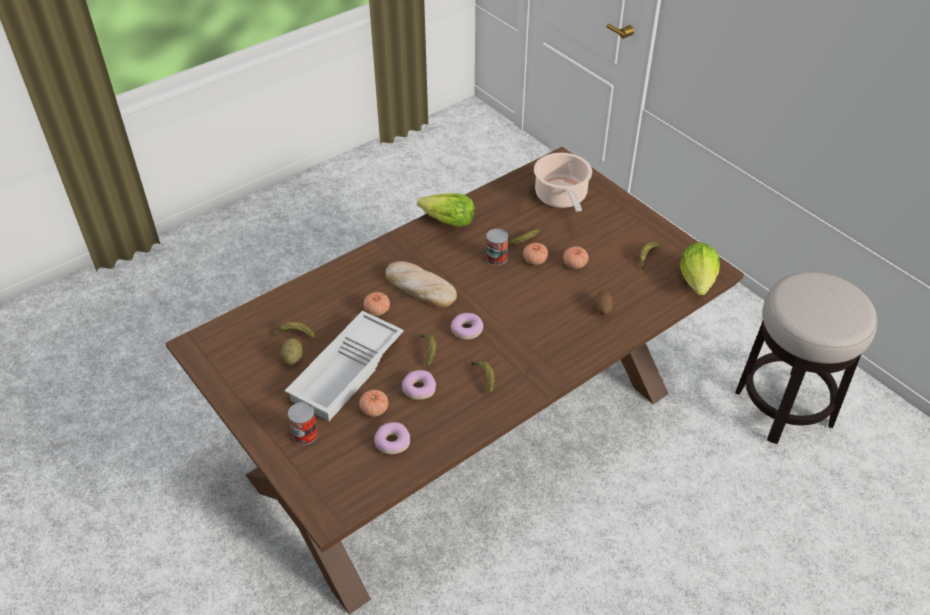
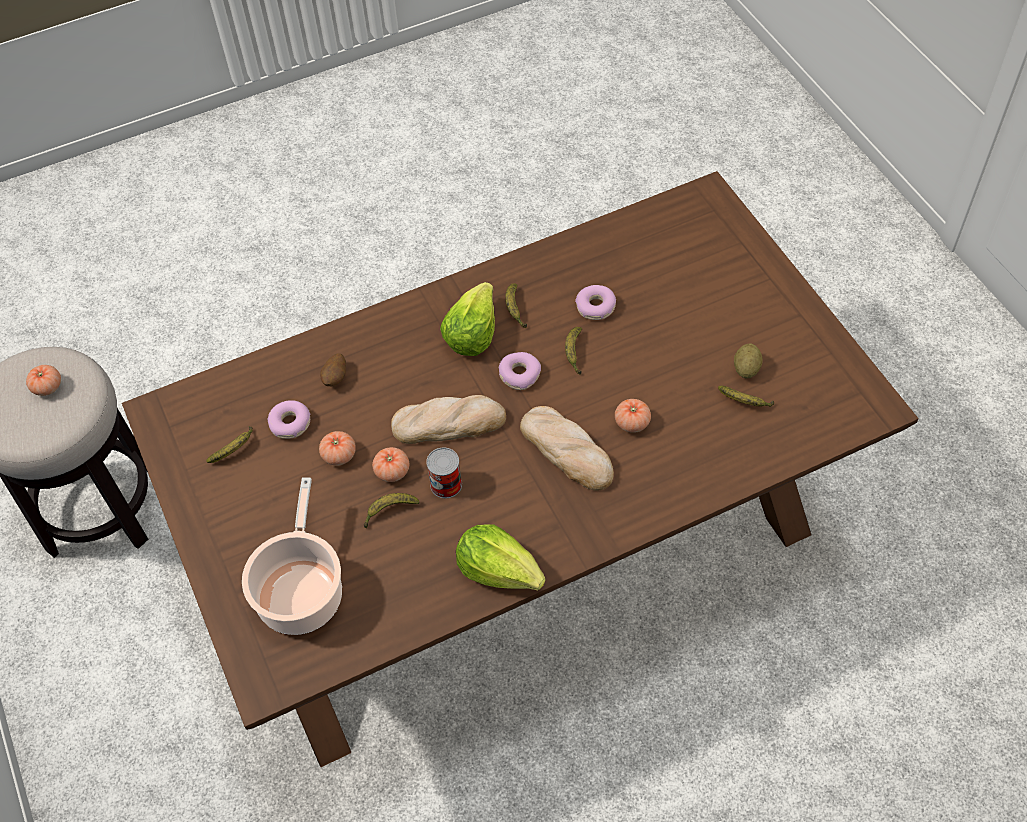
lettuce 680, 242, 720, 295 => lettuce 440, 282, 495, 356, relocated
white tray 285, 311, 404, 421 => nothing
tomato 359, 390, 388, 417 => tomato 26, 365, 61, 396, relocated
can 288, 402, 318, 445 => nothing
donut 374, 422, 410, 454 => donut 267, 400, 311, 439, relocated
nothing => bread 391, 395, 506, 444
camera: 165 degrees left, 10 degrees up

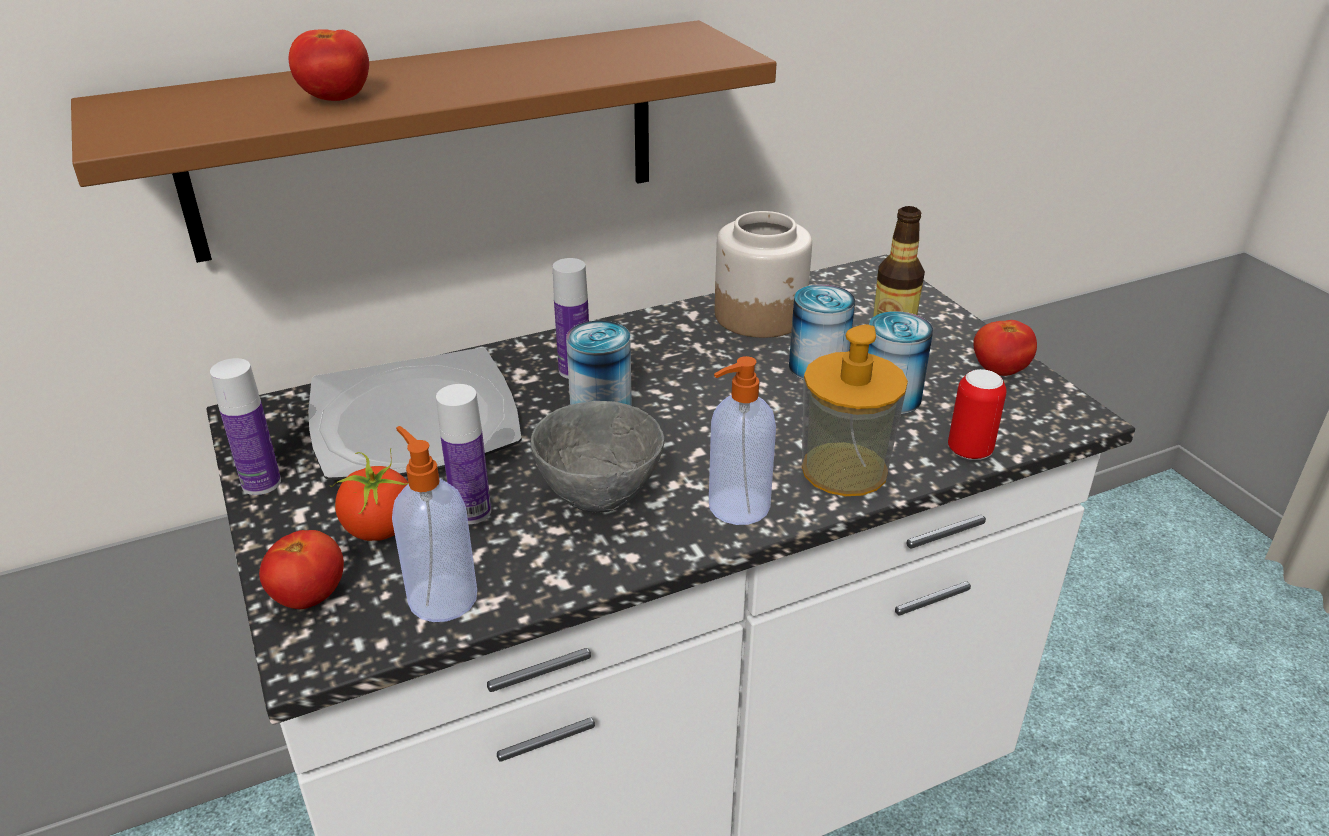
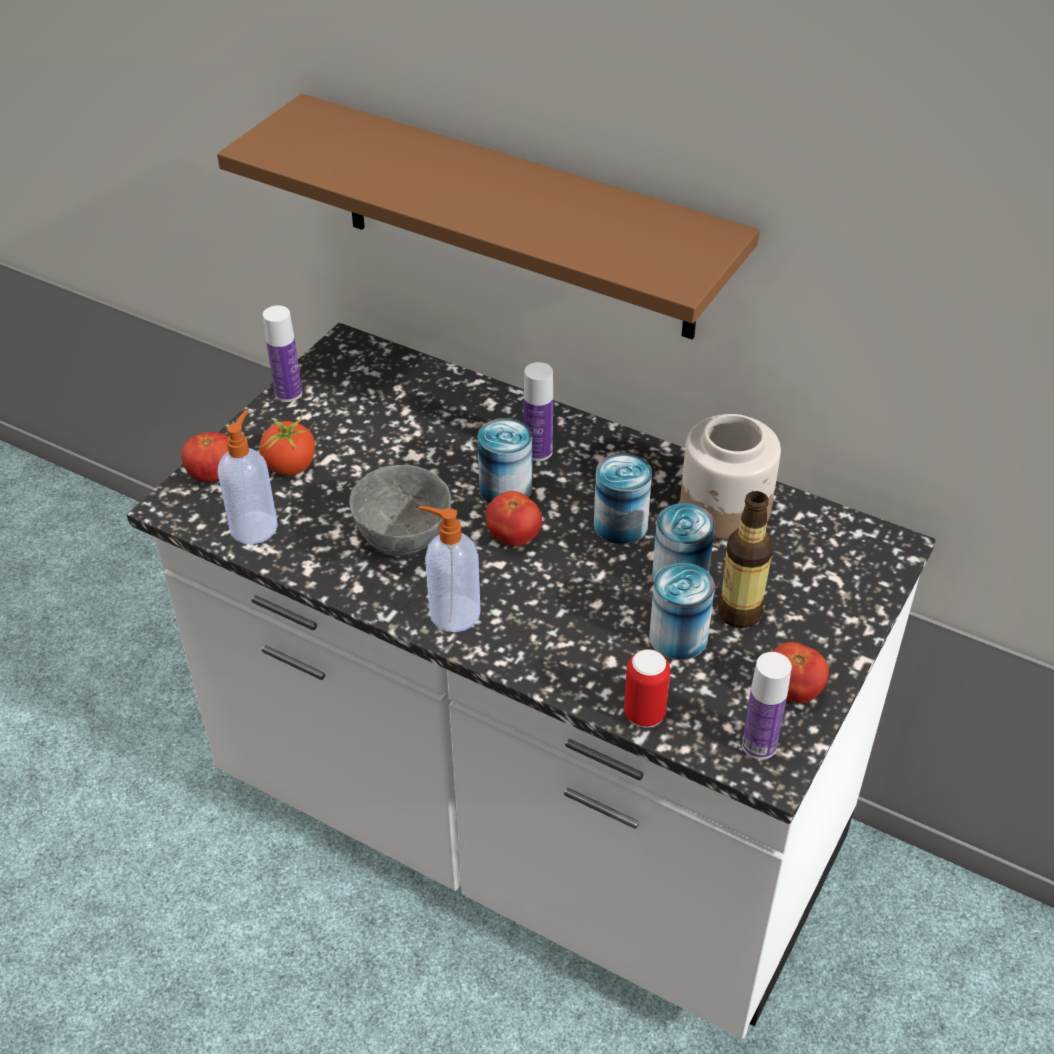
tomato 289, 29, 369, 101 => tomato 486, 491, 542, 546, relocated
soap dispenser 802, 324, 908, 496 => nothing
plate 308, 347, 522, 480 => nothing
bottle 436, 384, 491, 524 => bottle 742, 652, 792, 760, relocated
nothing => can 594, 453, 652, 545
camera: 55 degrees right, 10 degrees up

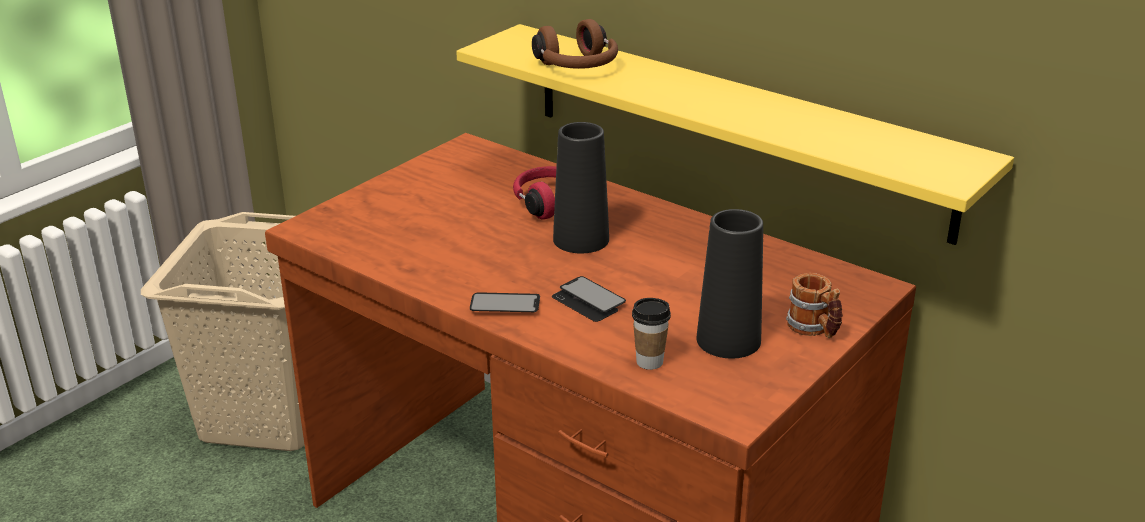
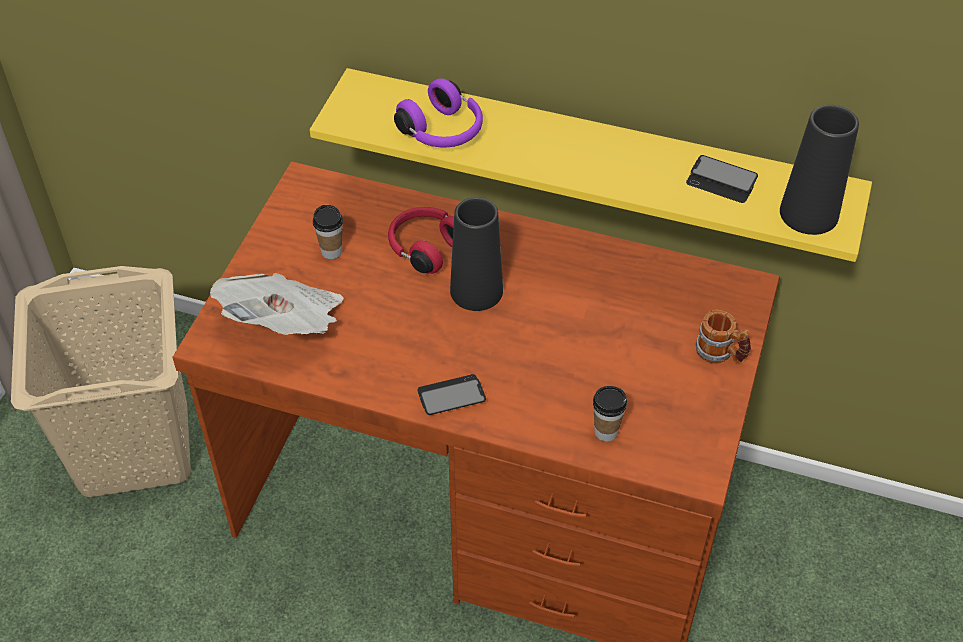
brown headphones 532, 19, 618, 69 => purple headphones 394, 78, 483, 148
black vase 696, 209, 763, 359 => black vase 780, 105, 859, 235, relocated
phone 552, 276, 626, 322 => phone 686, 155, 758, 203, relocated
nothing => cup 313, 205, 343, 259
nothing => newspaper 210, 273, 343, 335
camera: 20 degrees left, 20 degrees up

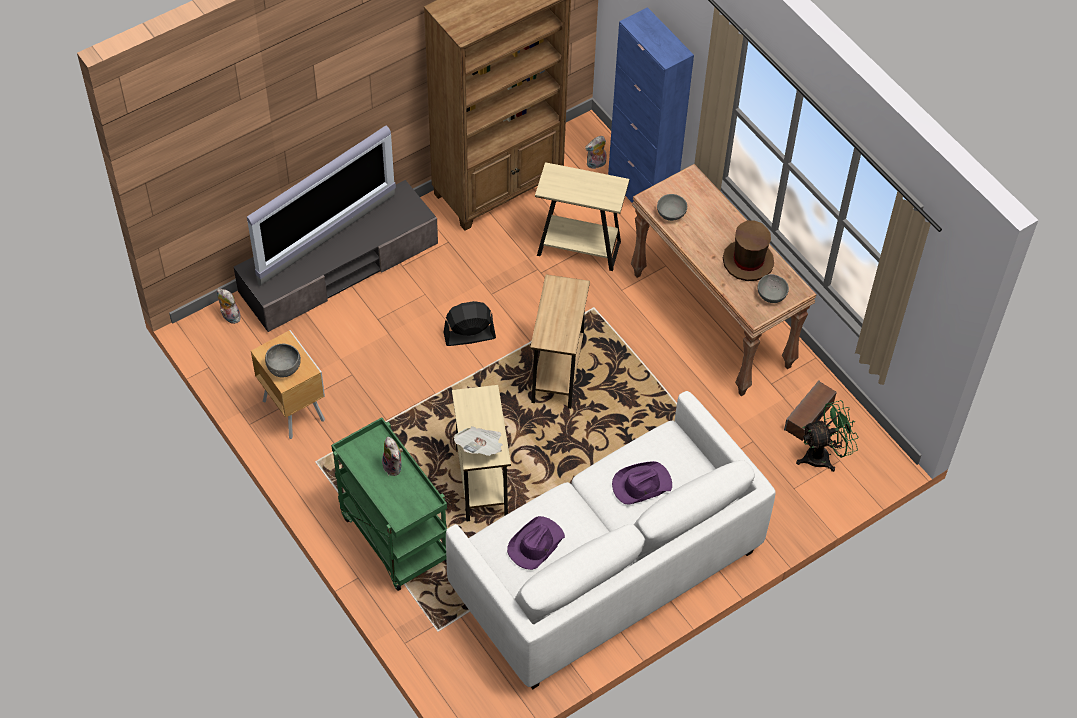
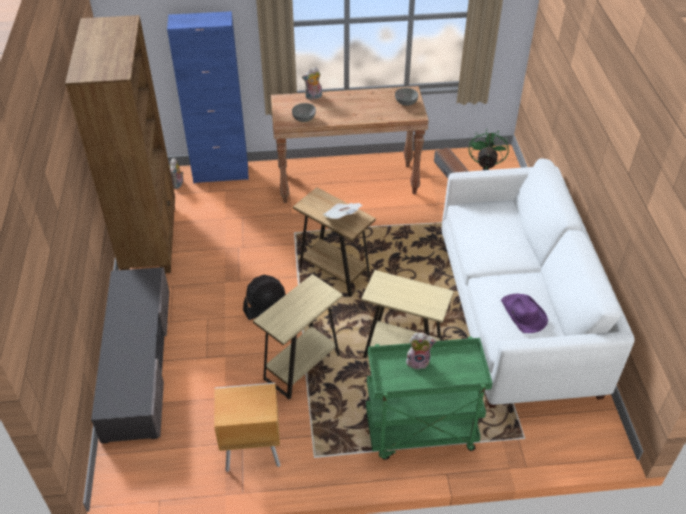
television 247, 125, 396, 286 => nothing
beige side table 535, 162, 630, 271 => beige side table 253, 274, 343, 399, relocated
brown hat 723, 220, 774, 281 => nothing
plush toy 217, 288, 241, 324 => plush toy 302, 67, 322, 100, relocated
black fan 443, 301, 496, 346 => black fan 243, 275, 286, 320, 135 degrees counterclockwise
grey bowl 265, 344, 301, 378 => nothing
newspaper 454, 426, 503, 456 => newspaper 322, 203, 363, 219, relocated
purple hat 612, 461, 672, 505 => nothing
camera: 60 degrees left, 10 degrees down

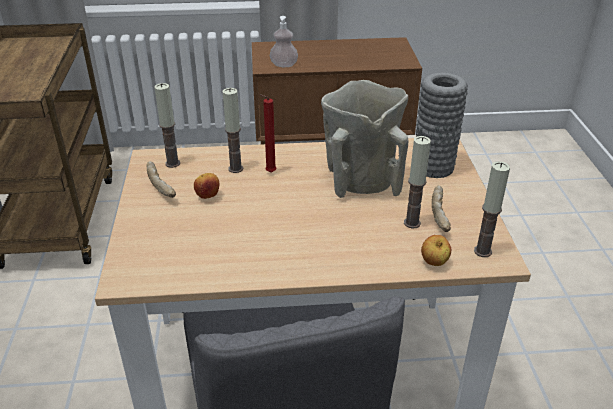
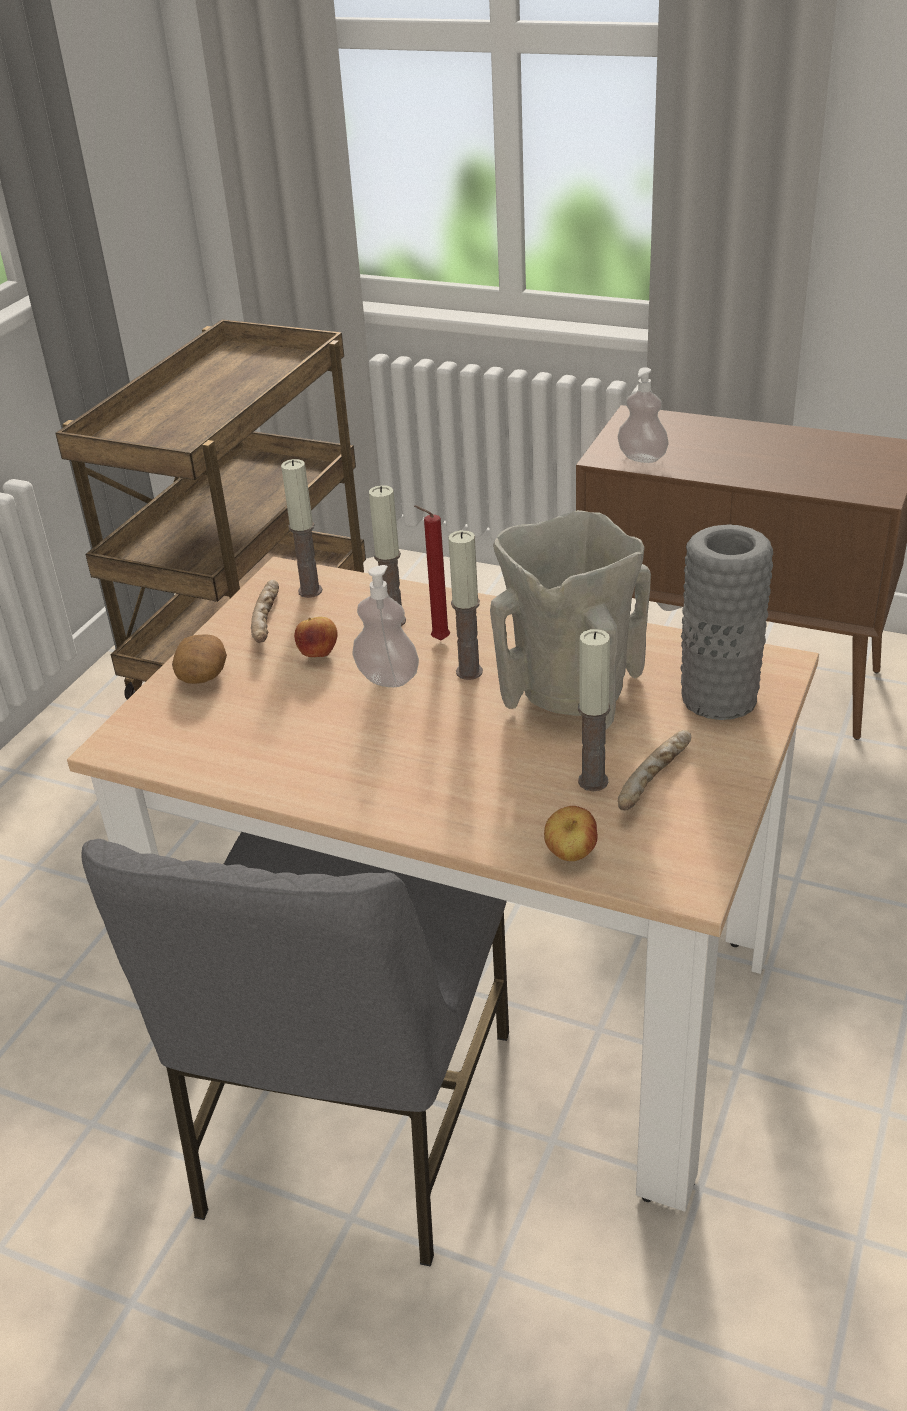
candle 474, 161, 510, 257 => candle 448, 530, 483, 680, relocated
nothing => soap dispenser 353, 565, 419, 687
nothing => potato 172, 634, 227, 684
camera: 30 degrees right, 0 degrees up

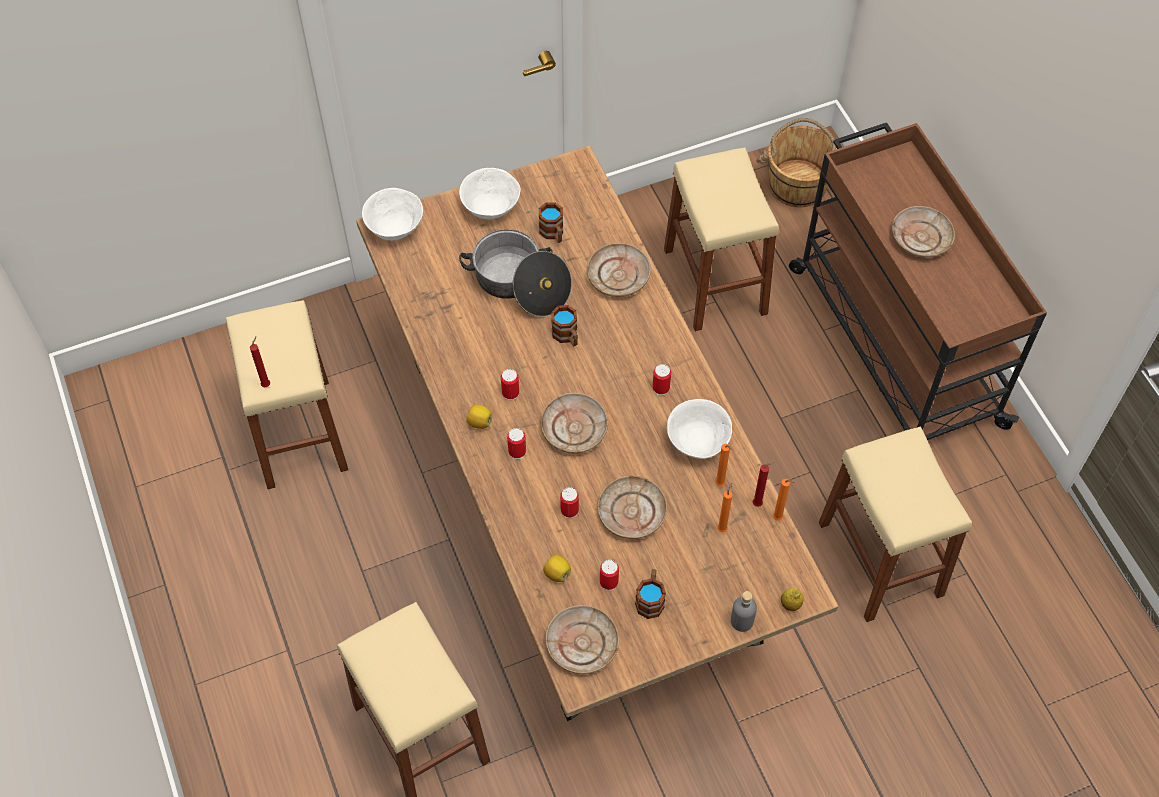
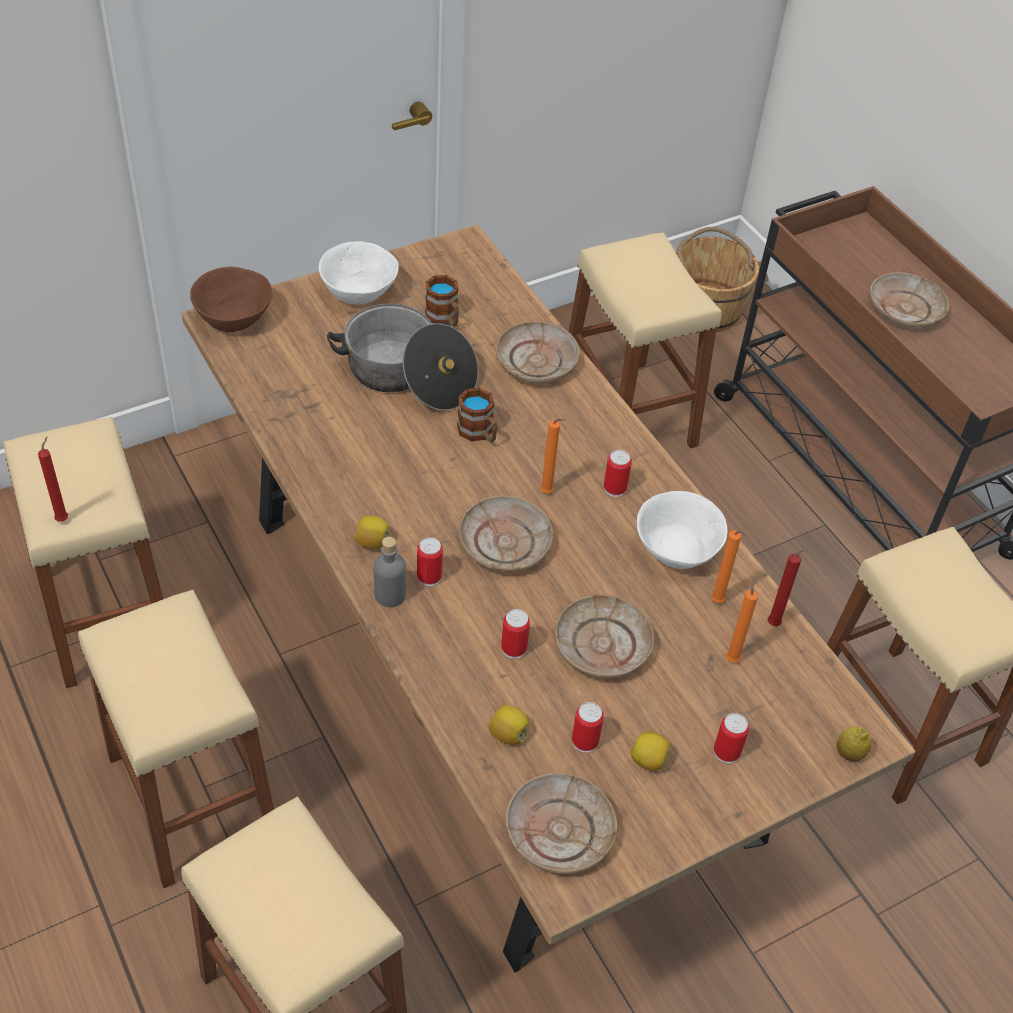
white bowl 362, 188, 423, 241 => brown bowl 190, 267, 272, 332
can 501, 369, 519, 400 => can 714, 713, 749, 764, relocated
orange candle 773, 479, 795, 521 => orange candle 540, 418, 566, 494, relocated
mug 635, 569, 666, 619 => lemon 631, 731, 671, 771
grey bottle 731, 591, 757, 632 => grey bottle 374, 537, 406, 607, relocated
nothing => beige stool 78, 589, 274, 888
camera: 10 degrees left, 10 degrees down

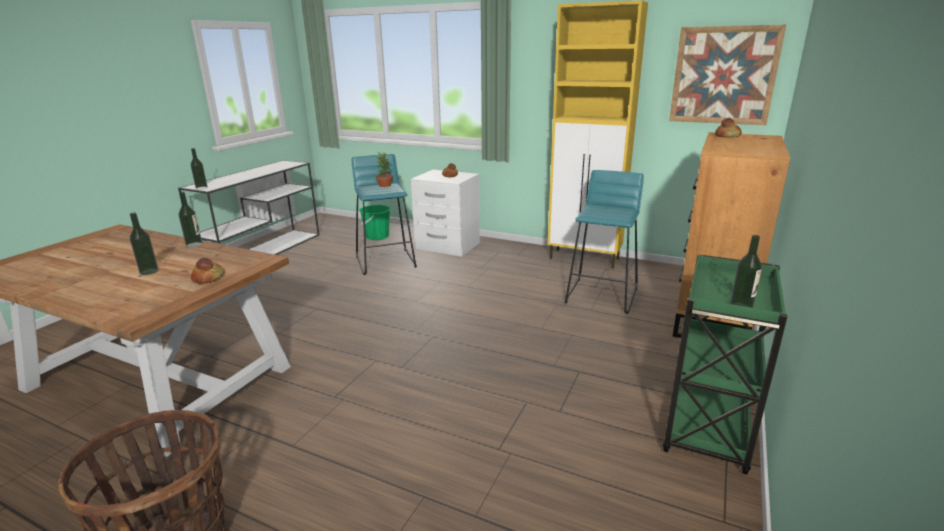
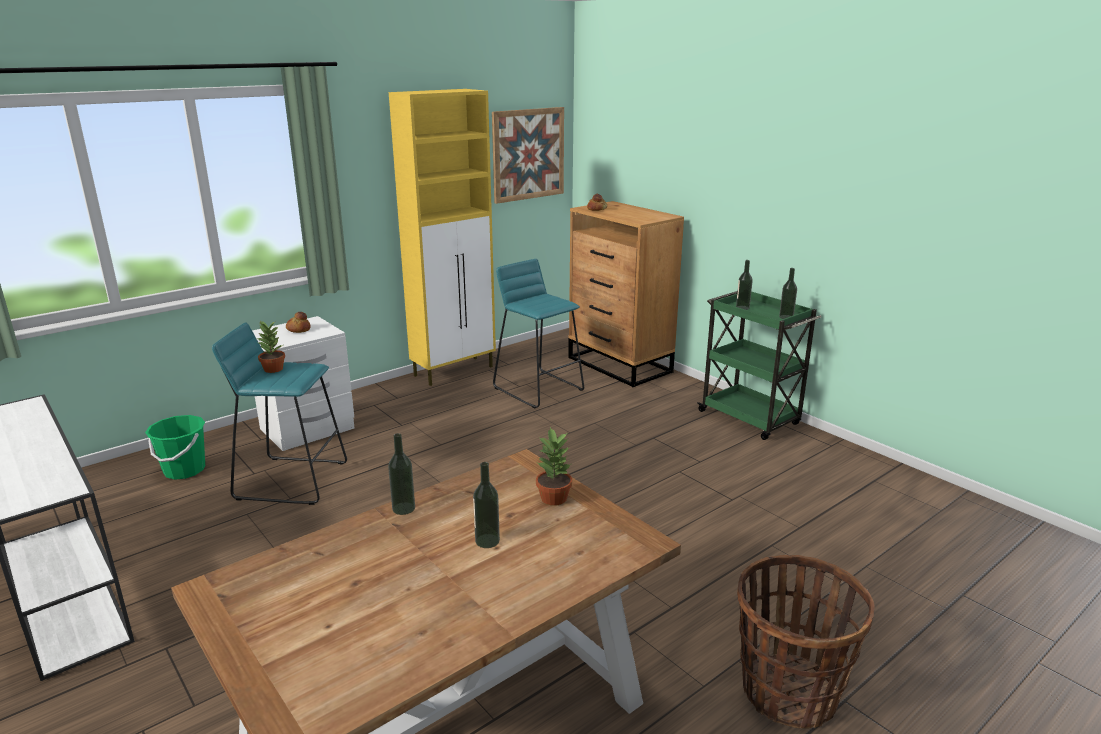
bottle 191, 148, 207, 189 => bottle 736, 260, 753, 310, relocated
bread 191, 258, 224, 284 => potted plant 536, 427, 572, 506
camera: 65 degrees left, 0 degrees up

